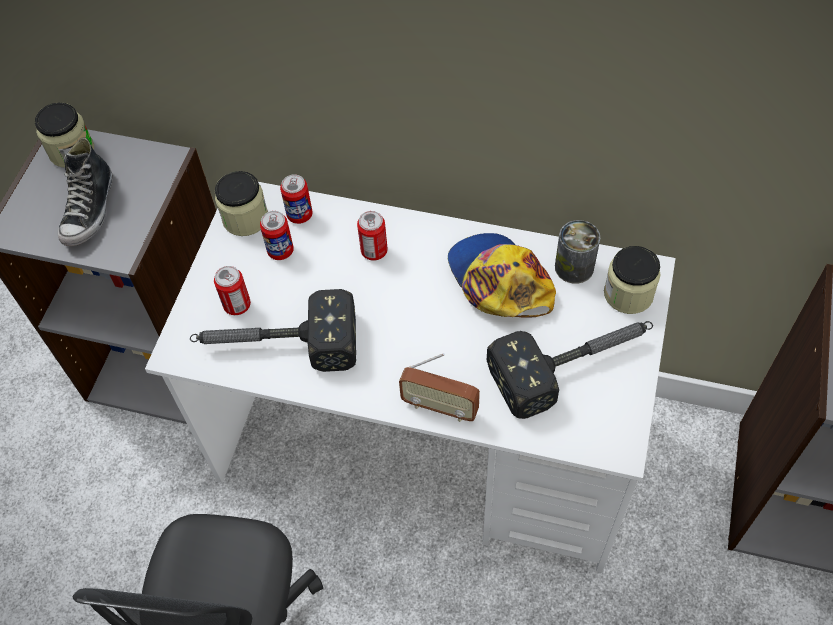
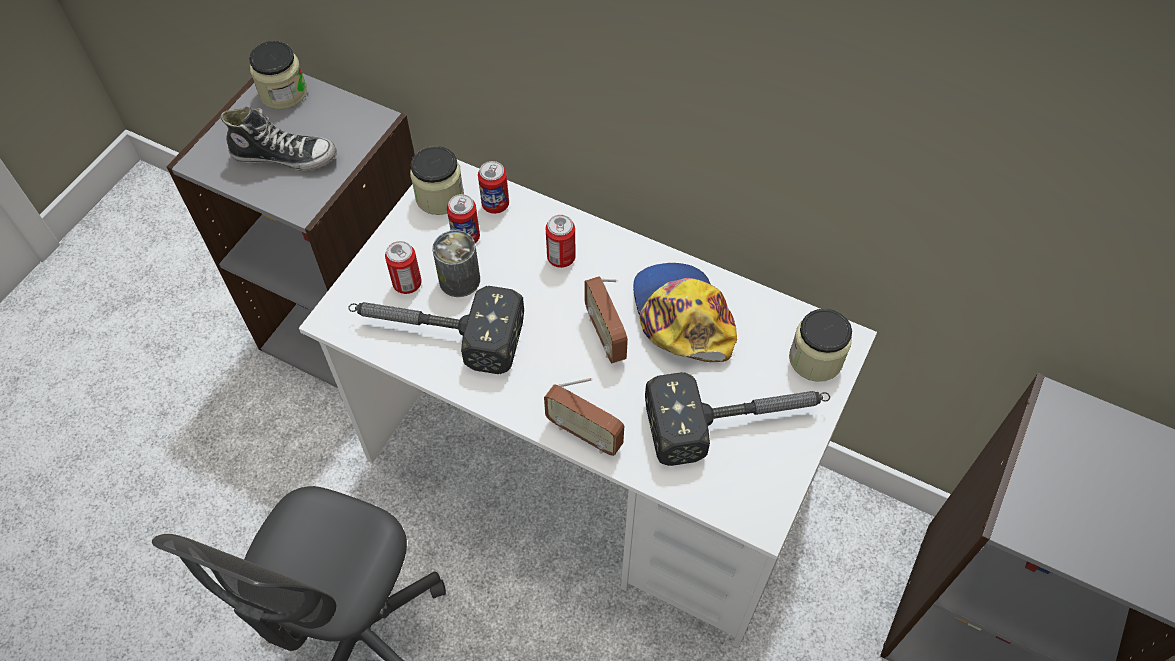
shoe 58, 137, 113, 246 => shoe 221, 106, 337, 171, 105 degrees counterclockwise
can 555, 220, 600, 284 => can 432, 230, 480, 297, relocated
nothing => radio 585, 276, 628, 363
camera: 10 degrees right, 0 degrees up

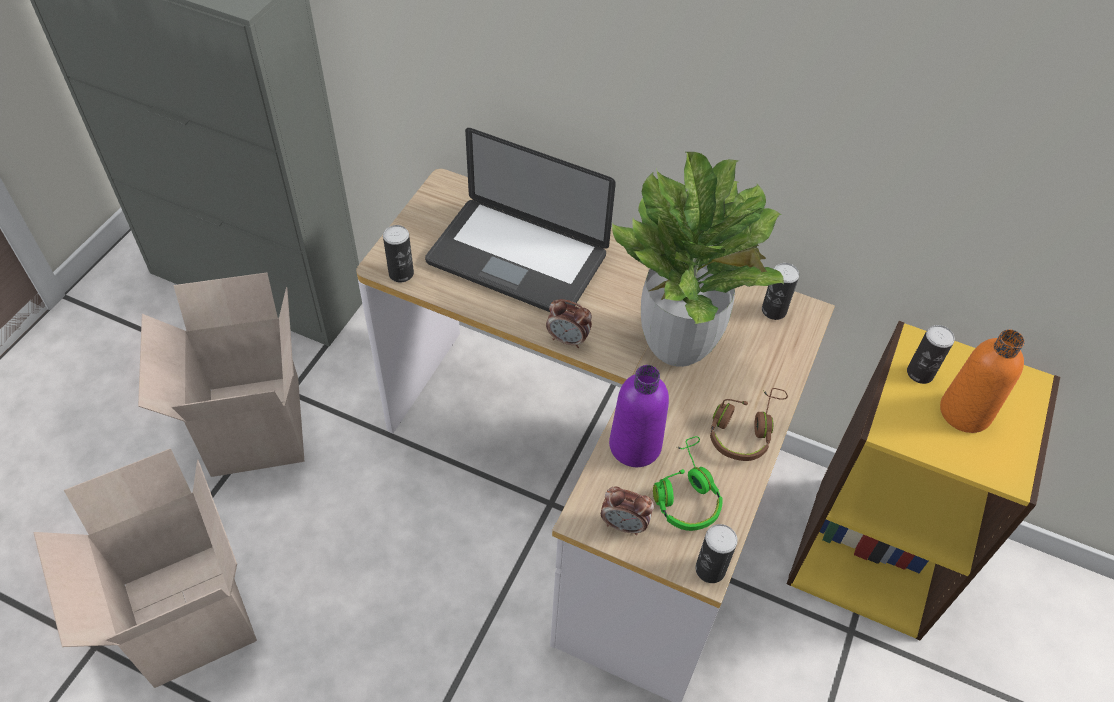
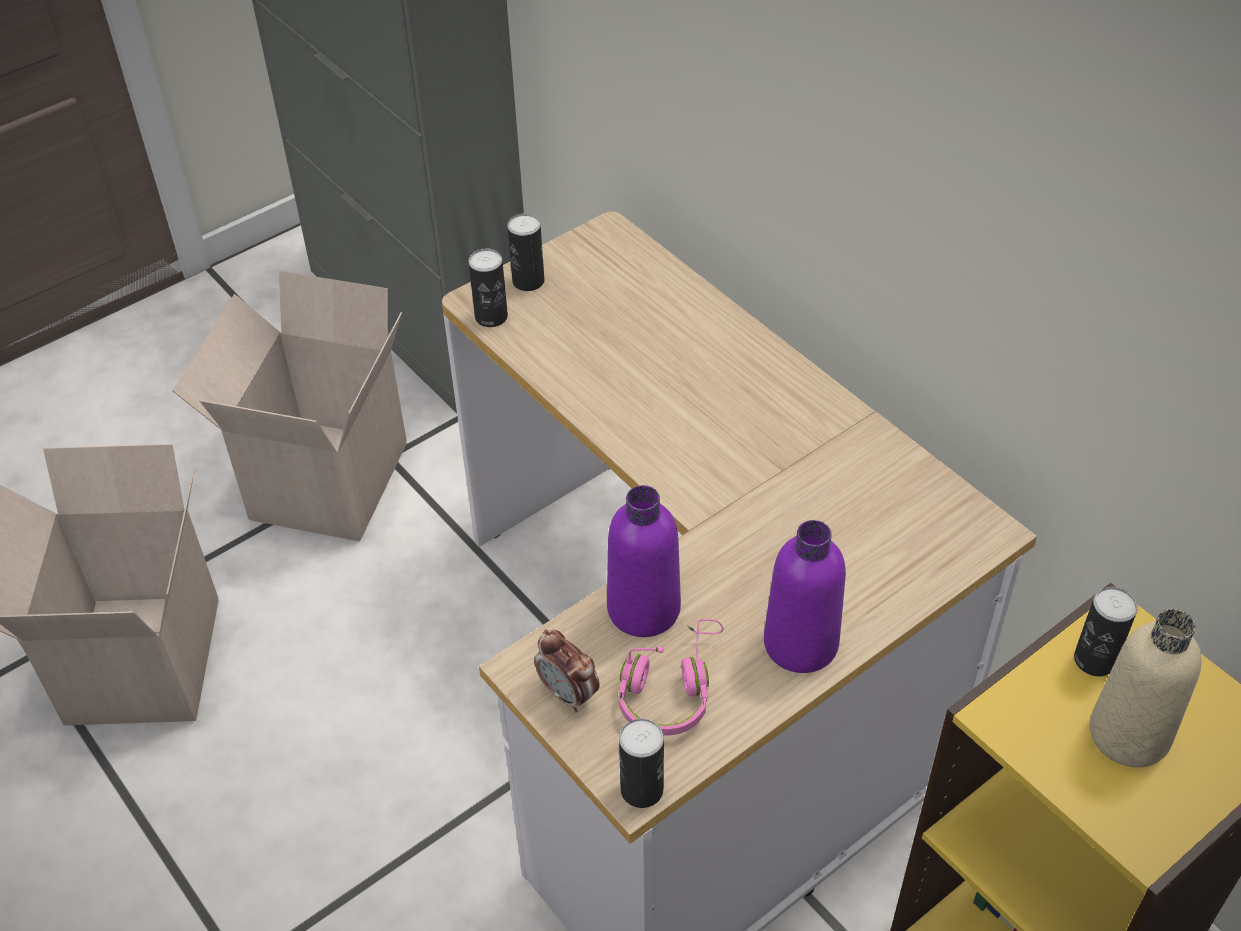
laptop 425, 128, 616, 312 => nothing
potted plant 612, 152, 784, 367 => nothing
can 762, 263, 799, 320 => can 507, 213, 544, 291, relocated
alarm clock 546, 299, 592, 348 => nothing
orange bottle 940, 329, 1025, 433 => beige bottle 1090, 609, 1202, 767
brown headphones 710, 388, 788, 461 => purple bottle 764, 520, 846, 673
green headphones 653, 436, 723, 531 => pink headphones 619, 619, 724, 735
camera: 30 degrees right, 5 degrees down

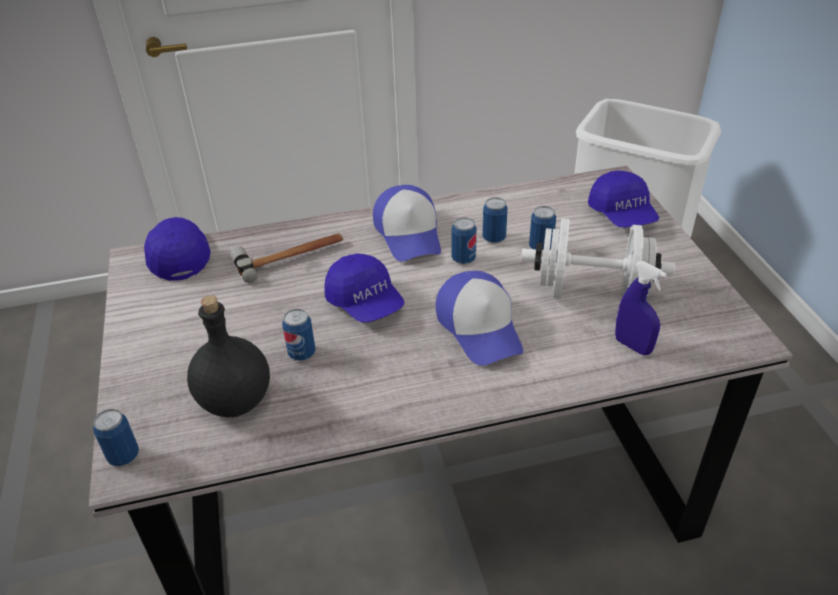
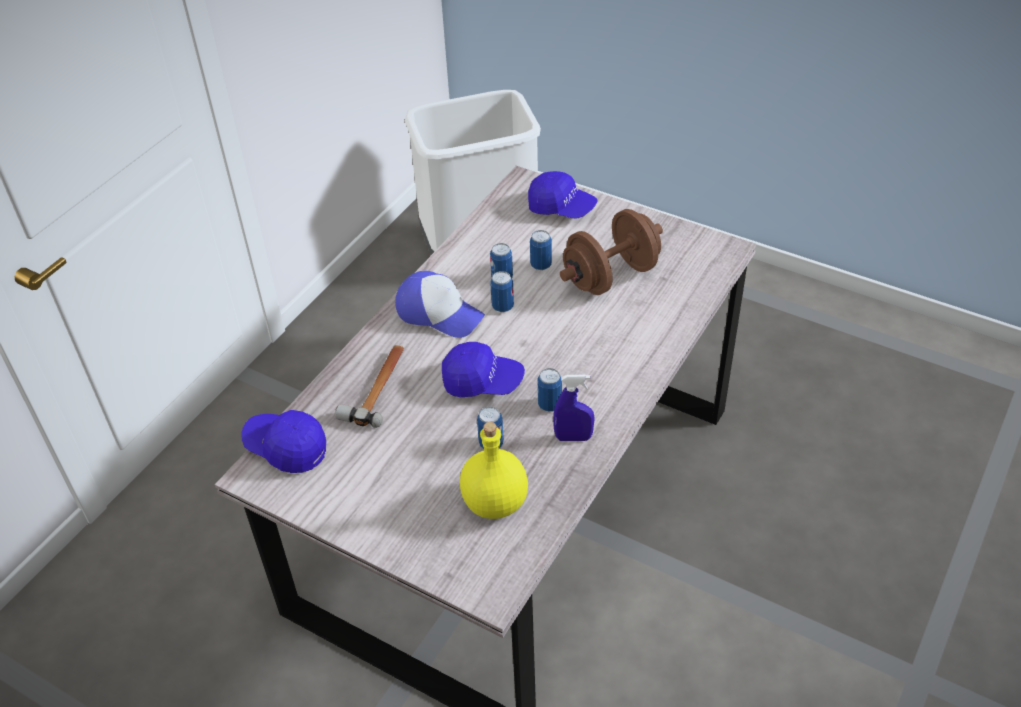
white dumbbell 521, 218, 675, 299 => brown dumbbell 560, 209, 663, 295
blue spray bottle 615, 261, 667, 355 => blue spray bottle 553, 374, 595, 441, relocated
cap 436, 271, 523, 366 => nothing
black bottle 187, 295, 270, 417 => yellow bottle 460, 422, 528, 519
can 93, 409, 139, 466 => can 537, 368, 562, 412, relocated
camera: 45 degrees left, 5 degrees up

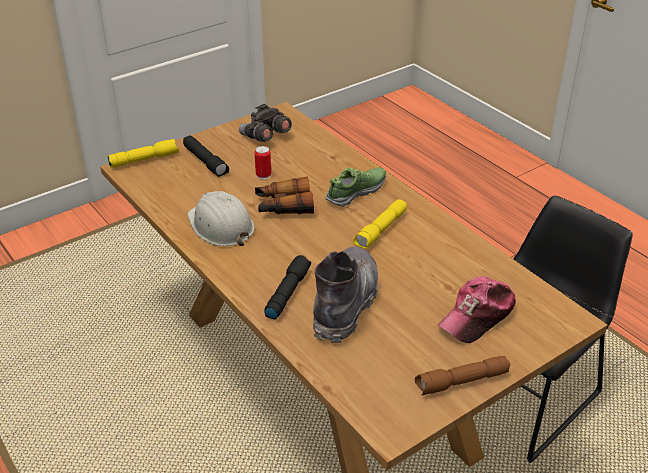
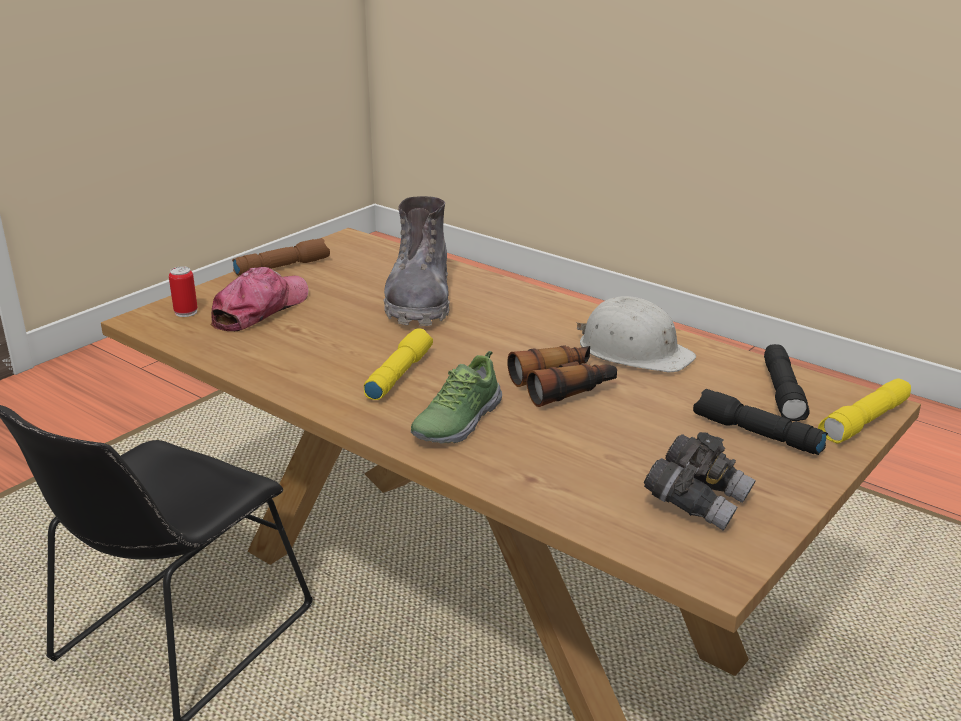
can 255, 146, 271, 180 => can 169, 266, 198, 317, relocated
black flashlight 264, 255, 311, 319 => black flashlight 764, 344, 810, 421, relocated
camera: 165 degrees right, 10 degrees down

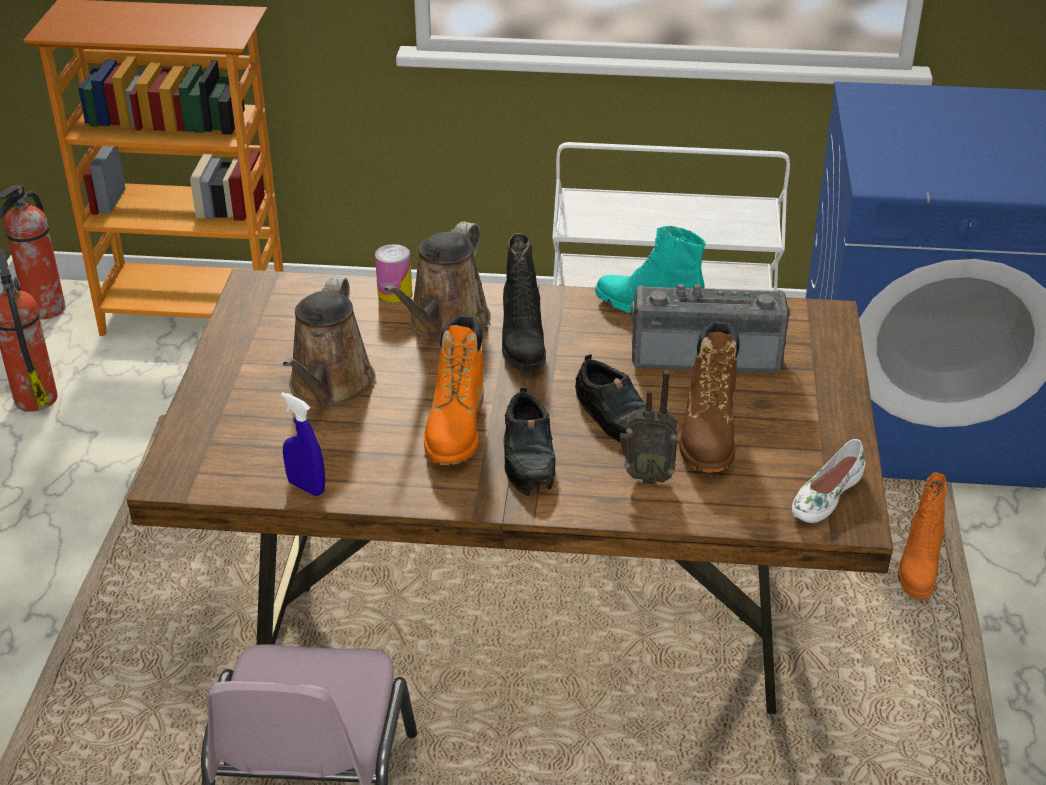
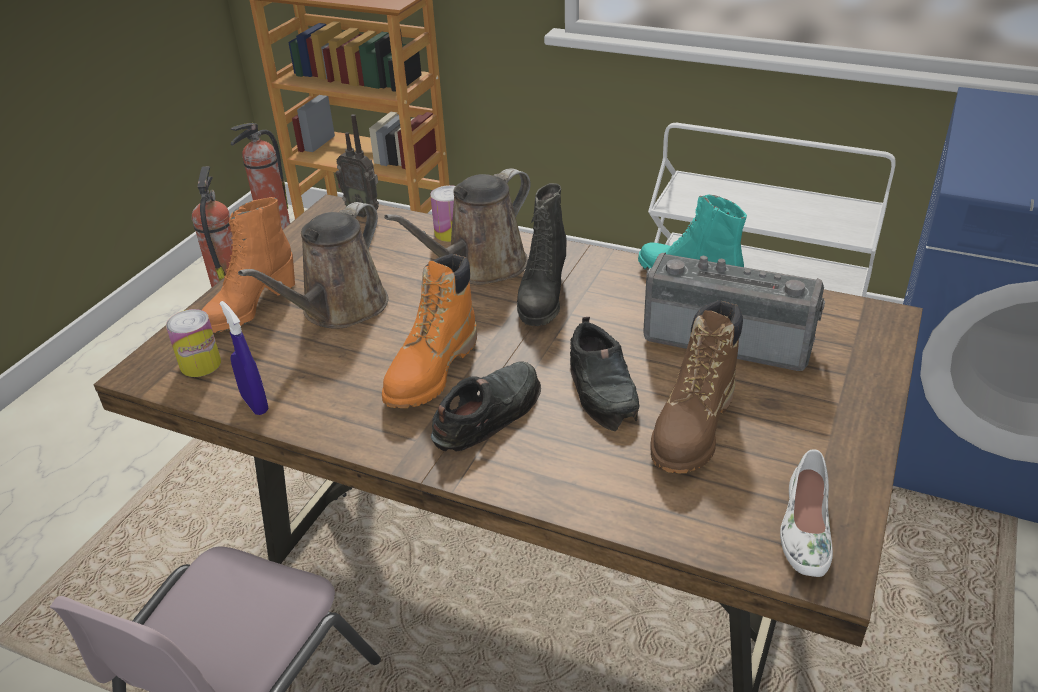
radio 619, 371, 679, 485 => radio 336, 114, 379, 218, relocated
black shoe 504, 387, 555, 496 => black shoe 431, 361, 541, 451, 150 degrees counterclockwise
white shoe 792, 439, 866, 523 => white shoe 780, 450, 833, 577, 45 degrees counterclockwise
orange boot 898, 472, 947, 599 => orange boot 202, 197, 295, 333, relocated
nothing => can 166, 309, 221, 377
camera: 20 degrees right, 0 degrees up

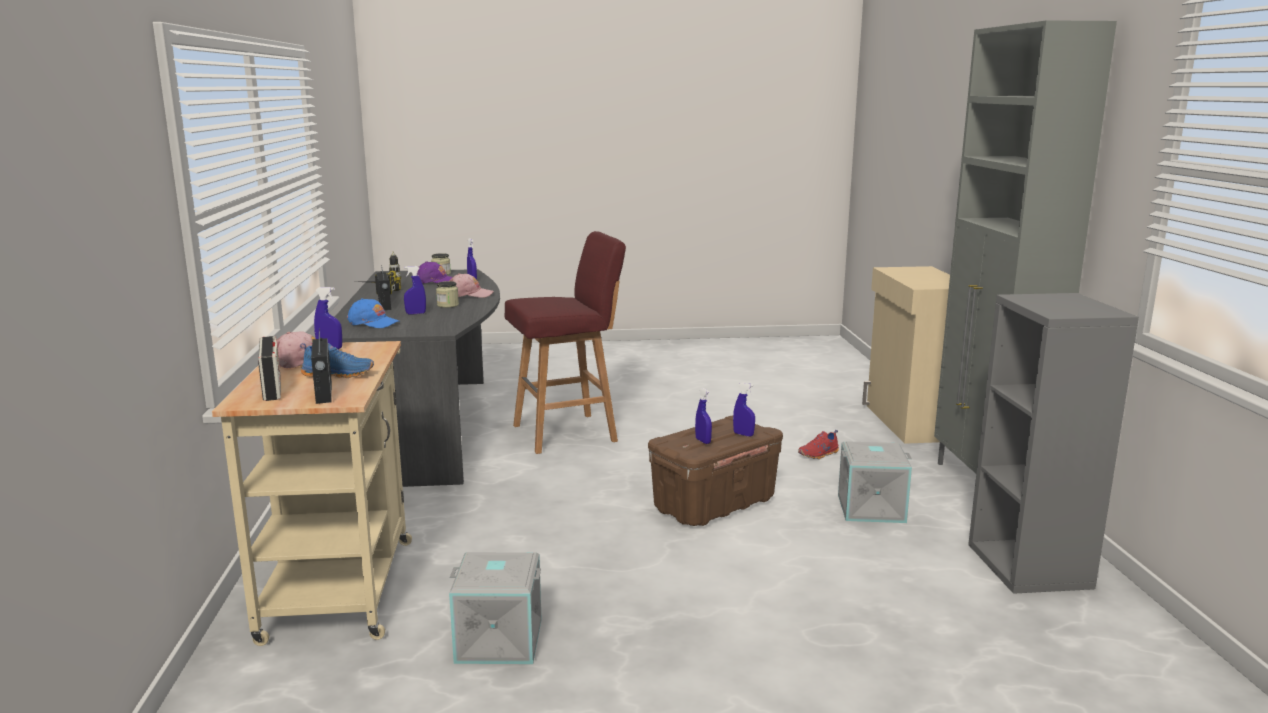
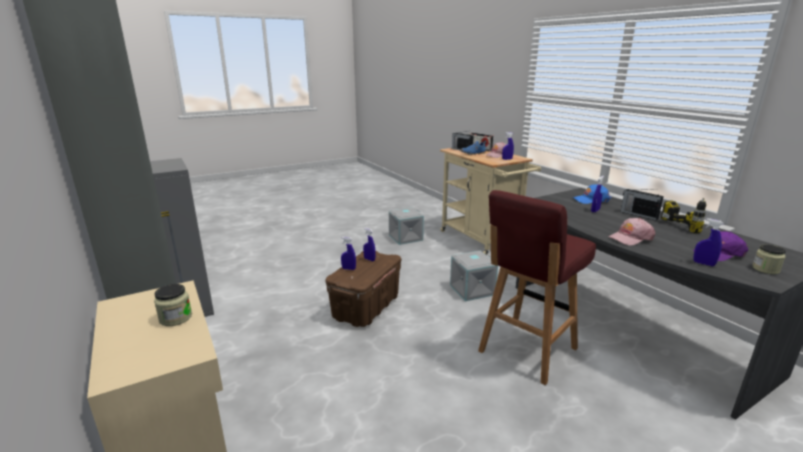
jar 436, 281, 459, 308 => jar 154, 284, 192, 326, relocated
red shoe 798, 430, 839, 459 => nothing
grey storage box 838, 441, 912, 523 => grey storage box 450, 251, 498, 301, relocated
camera: 155 degrees right, 5 degrees up

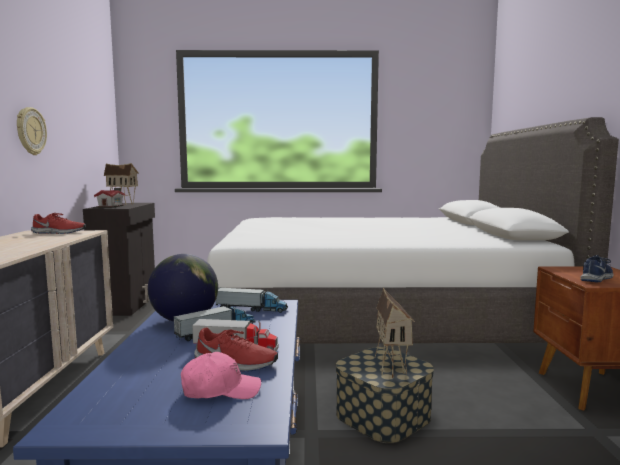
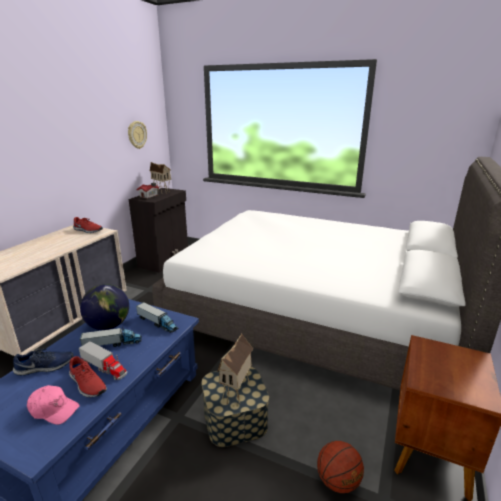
wall clock 17, 107, 47, 155 => wall clock 128, 121, 147, 149, relocated
blue shoe 580, 255, 614, 282 => blue shoe 13, 348, 73, 376, relocated
nothing => basketball 317, 441, 364, 493
camera: 25 degrees right, 15 degrees up

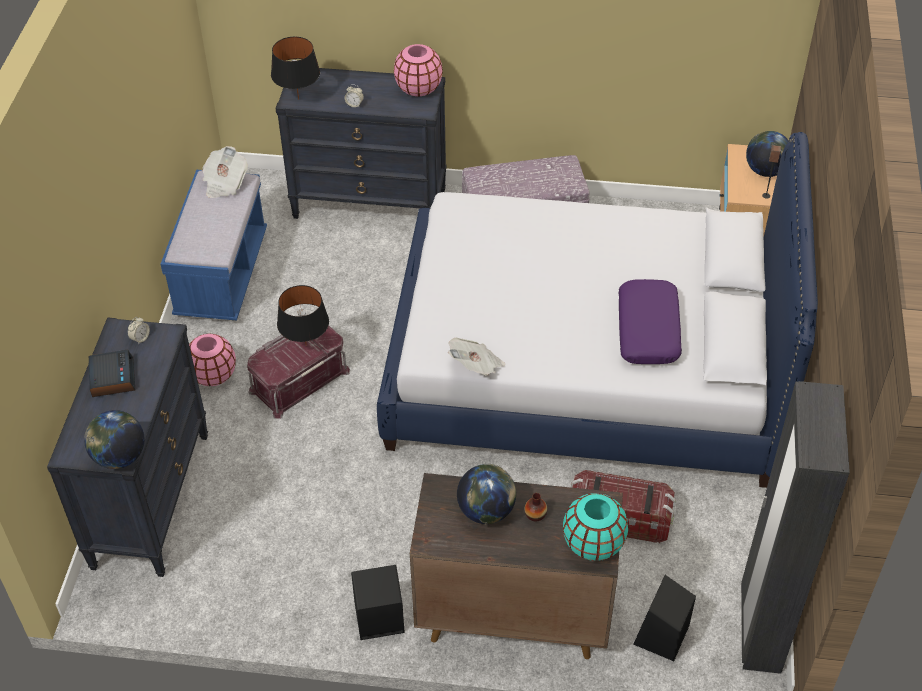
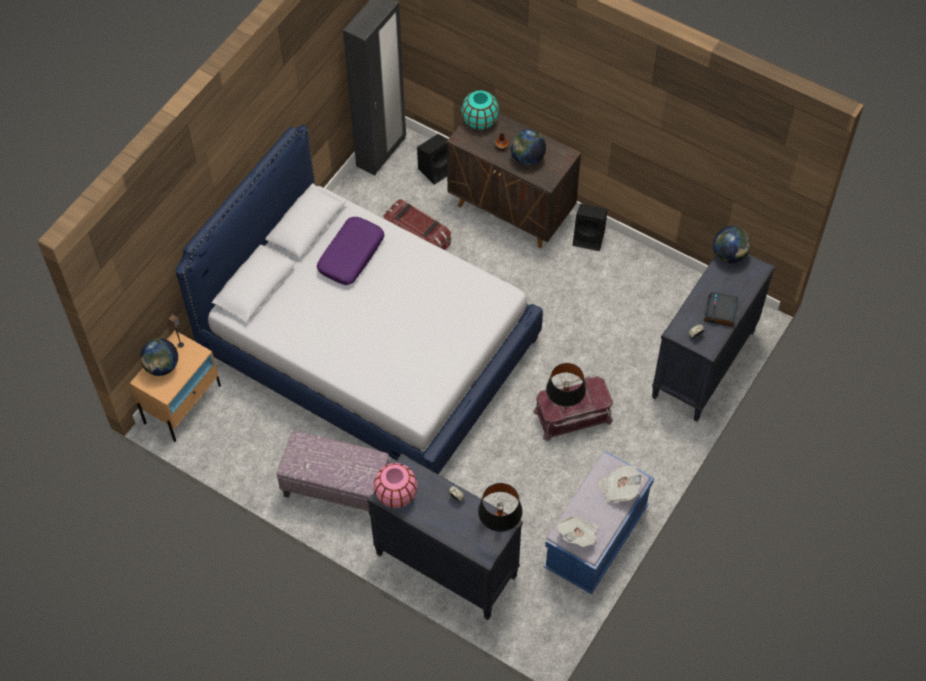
pink vase 189, 334, 236, 386 => nothing
newspaper 448, 338, 505, 376 => newspaper 598, 466, 643, 502, relocated
camera: 155 degrees left, 10 degrees up

